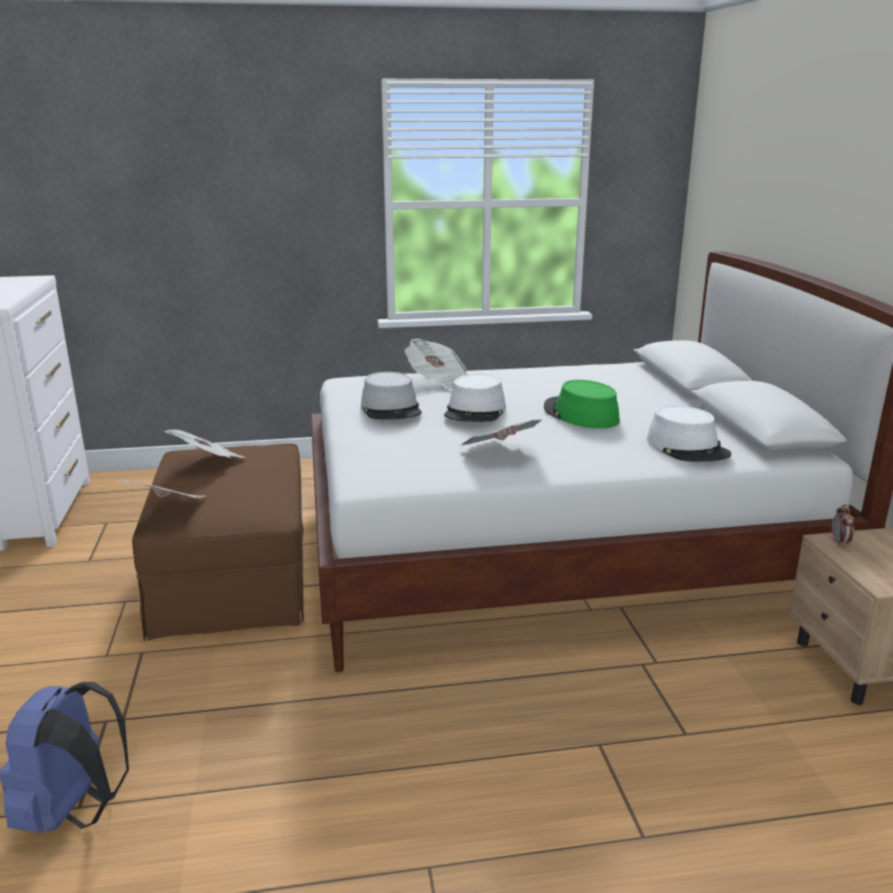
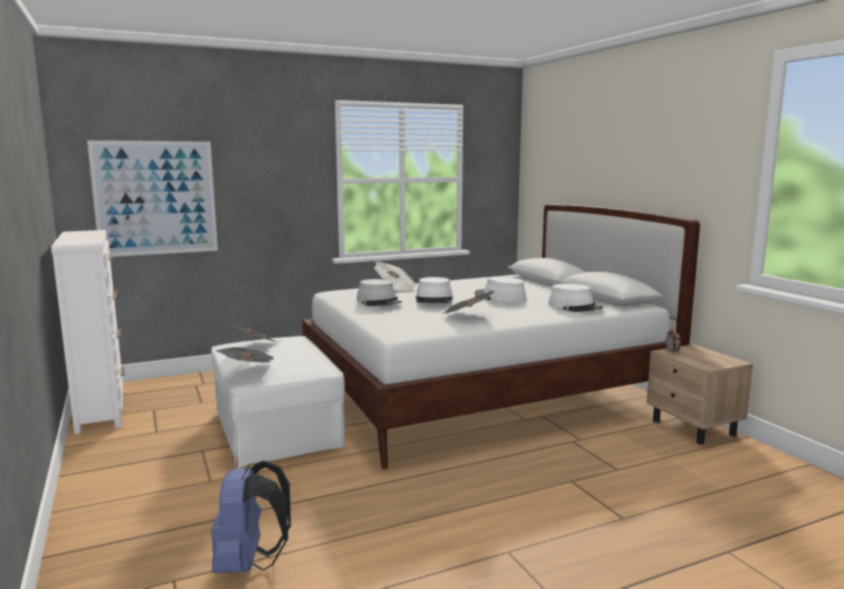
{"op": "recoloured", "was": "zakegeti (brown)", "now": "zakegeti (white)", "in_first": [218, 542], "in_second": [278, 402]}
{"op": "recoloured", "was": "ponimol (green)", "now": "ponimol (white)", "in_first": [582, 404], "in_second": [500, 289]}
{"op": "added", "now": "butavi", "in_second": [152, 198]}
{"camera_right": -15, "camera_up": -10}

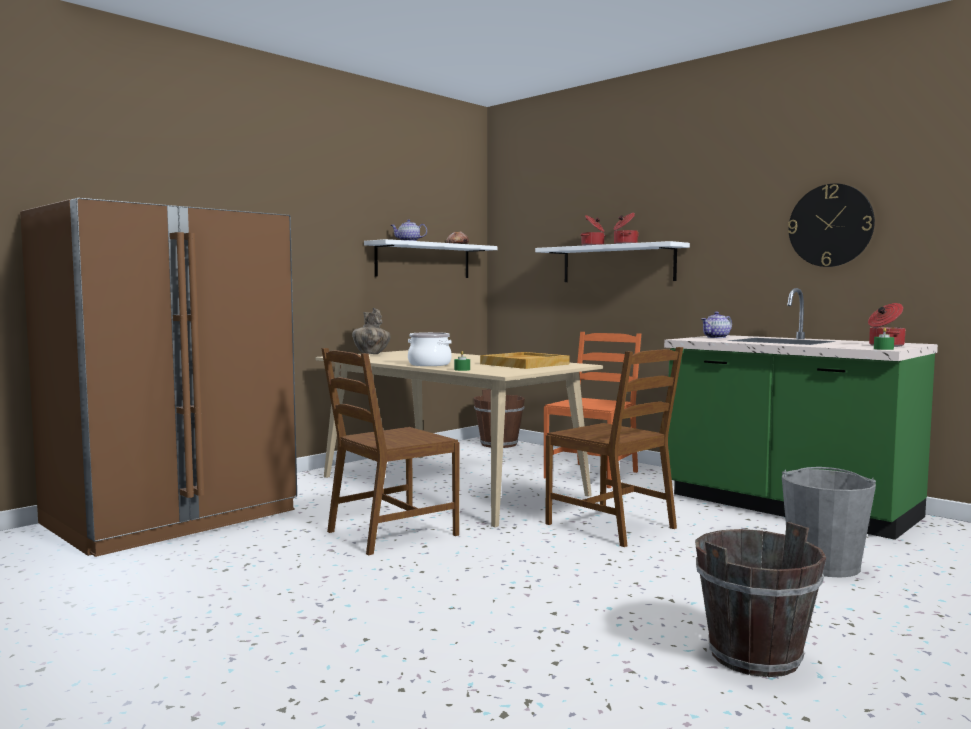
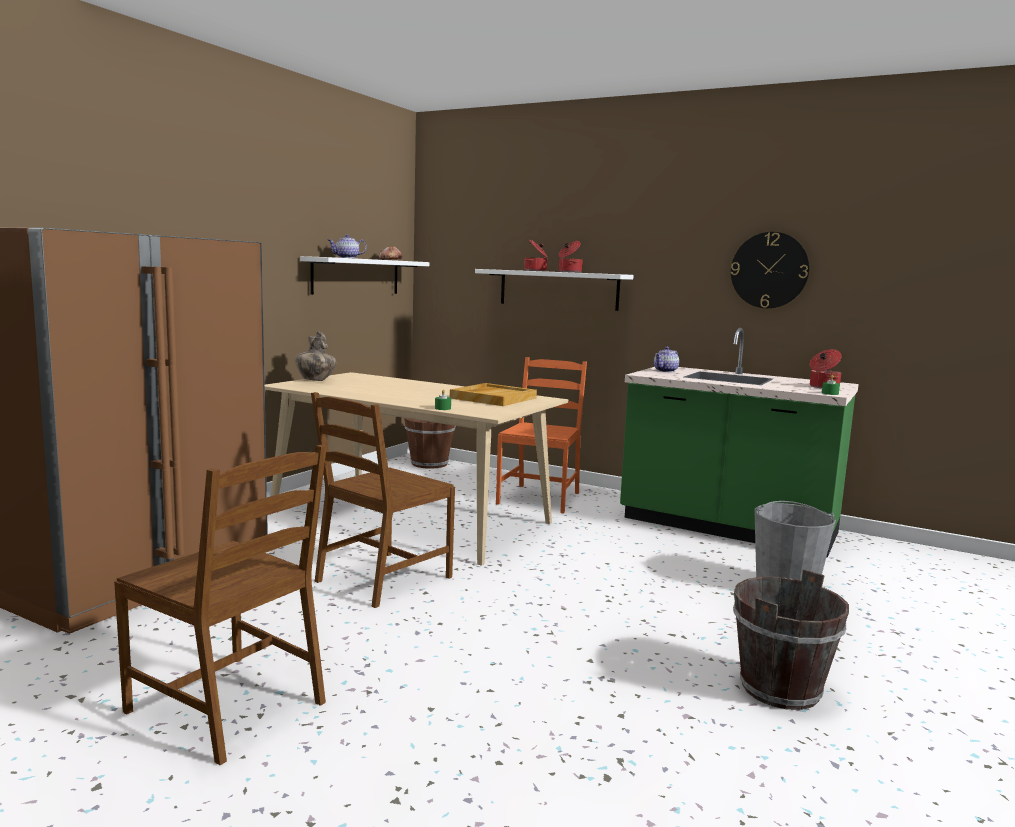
{"op": "removed", "was": "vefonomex", "in_first": [430, 349]}
{"op": "moved", "was": "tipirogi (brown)", "in_first": [614, 447], "in_second": [220, 605]}
{"camera_right": -15, "camera_up": 5}

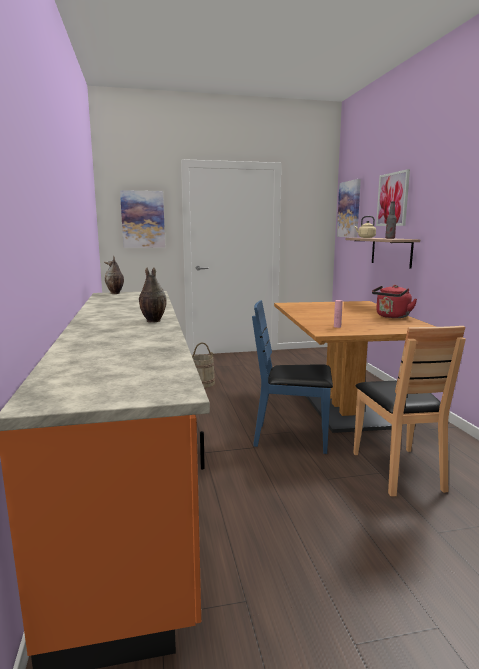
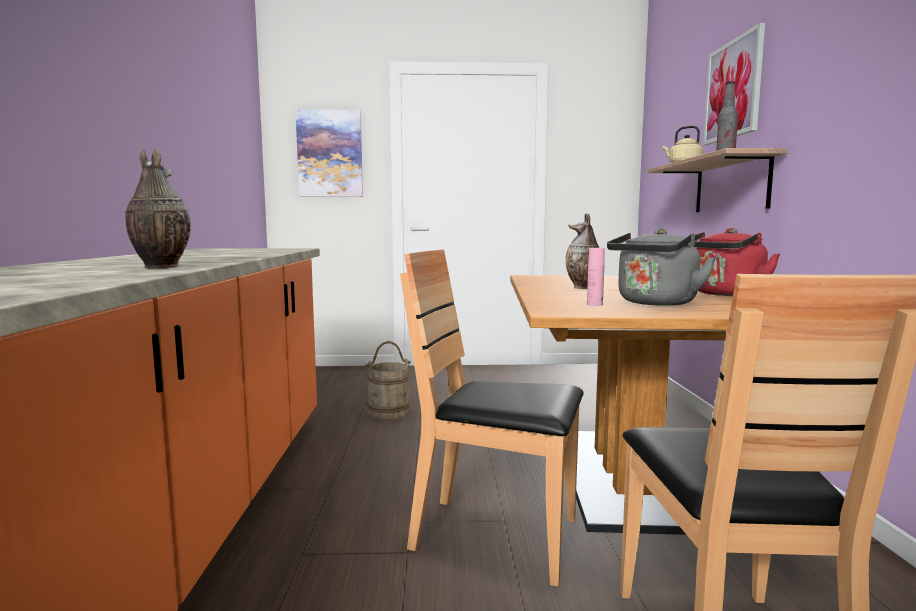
{"op": "moved", "was": "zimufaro", "in_first": [114, 275], "in_second": [582, 251]}
{"op": "recoloured", "was": "tipirogi (blue)", "now": "tipirogi (brown)", "in_first": [292, 377], "in_second": [492, 418]}
{"op": "removed", "was": "butavi", "in_first": [349, 208]}
{"op": "added", "now": "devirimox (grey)", "in_second": [661, 267]}
{"camera_right": 10, "camera_up": -5}

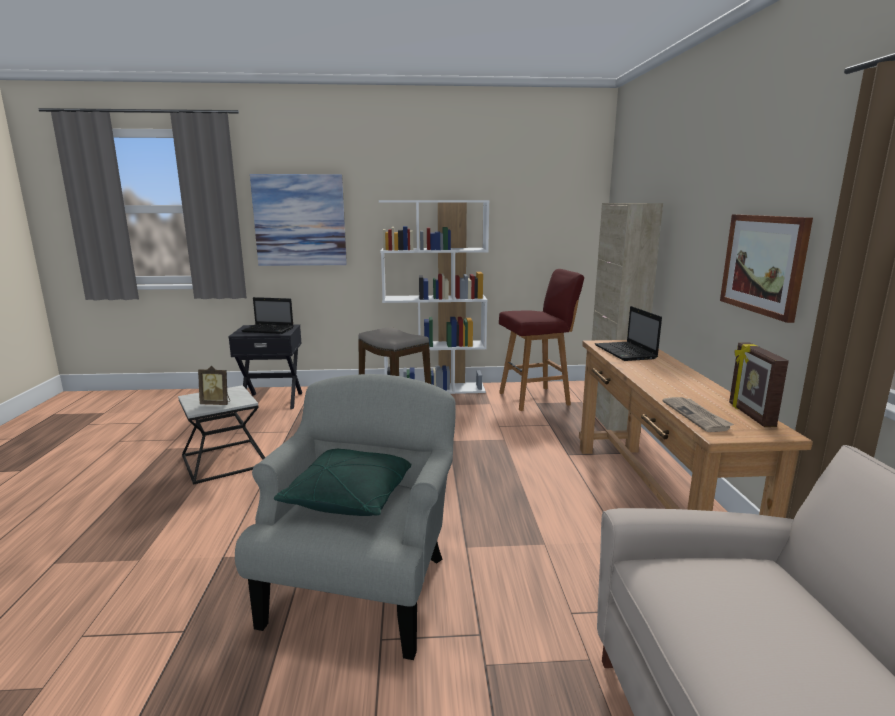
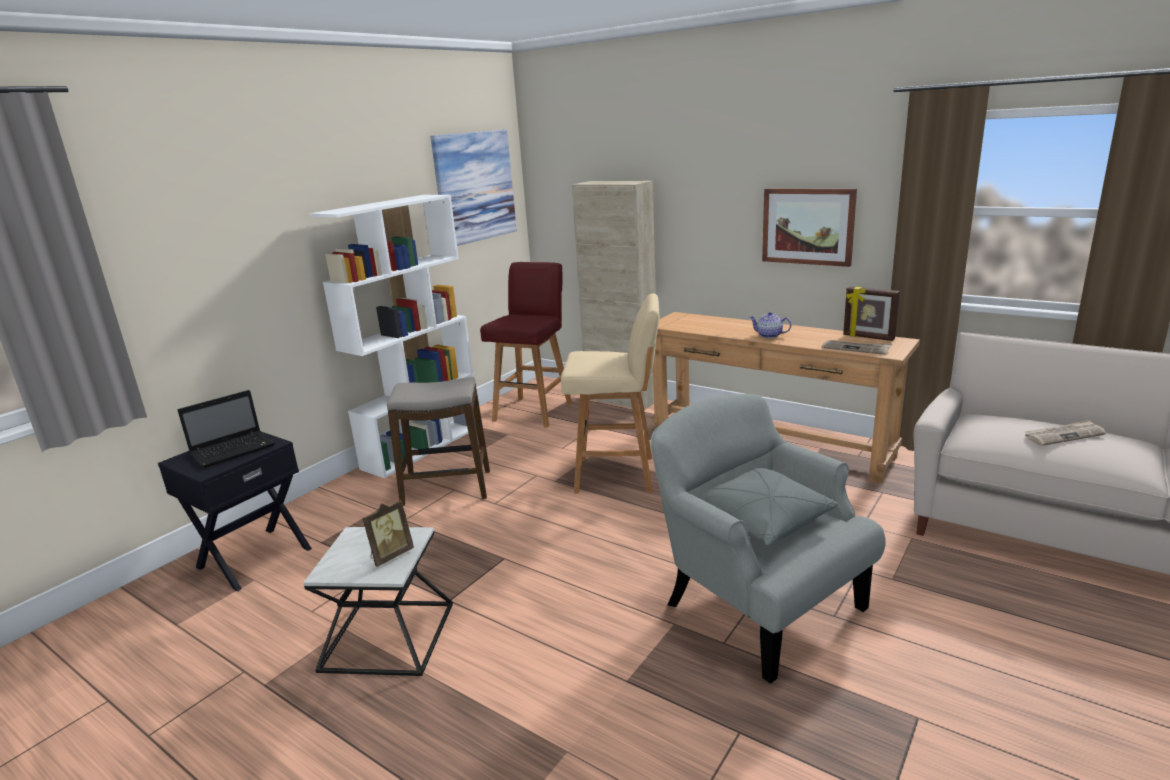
{"op": "moved", "was": "butavi", "in_first": [298, 220], "in_second": [474, 188]}
{"op": "recoloured", "was": "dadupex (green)", "now": "dadupex (grey)", "in_first": [342, 482], "in_second": [769, 507]}
{"op": "removed", "was": "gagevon", "in_first": [628, 333]}
{"op": "added", "now": "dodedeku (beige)", "in_second": [610, 393]}
{"op": "added", "now": "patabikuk", "in_second": [770, 325]}
{"op": "added", "now": "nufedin", "in_second": [1065, 432]}
{"camera_right": -50, "camera_up": 5}

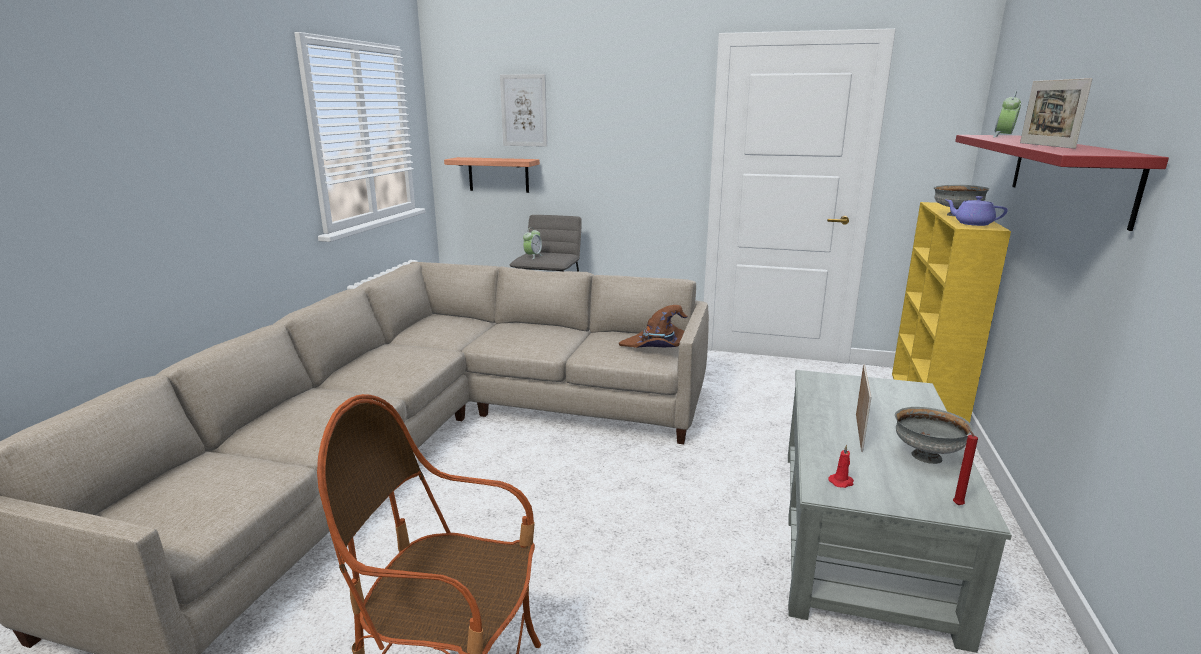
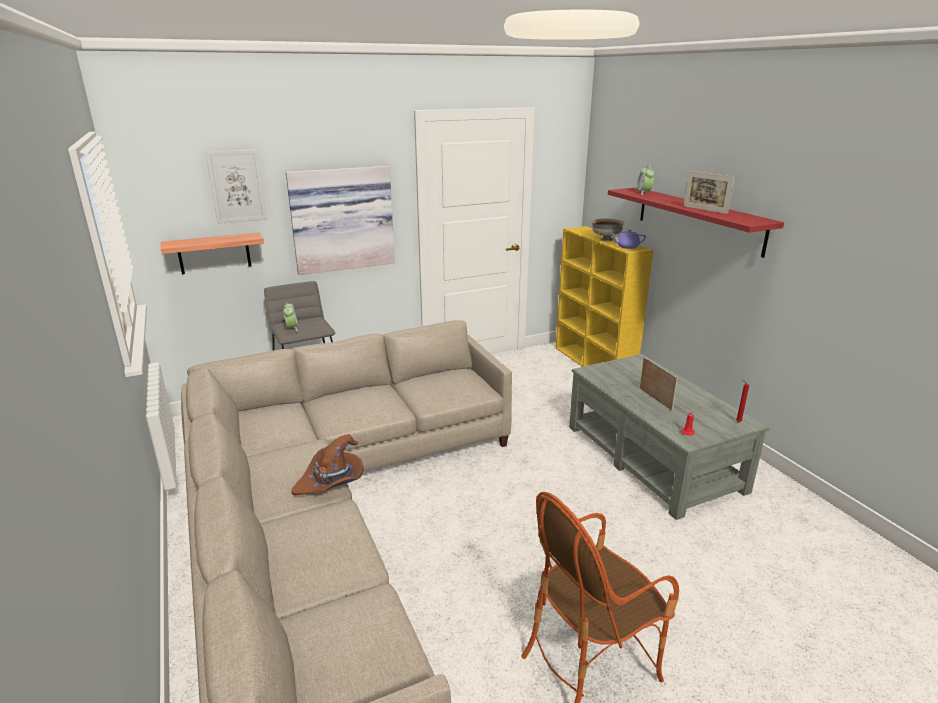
{"op": "moved", "was": "ponimol (brown)", "in_first": [653, 326], "in_second": [327, 464]}
{"op": "removed", "was": "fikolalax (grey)", "in_first": [934, 435]}
{"op": "added", "now": "butavi", "in_second": [340, 220]}
{"camera_right": -40, "camera_up": 5}

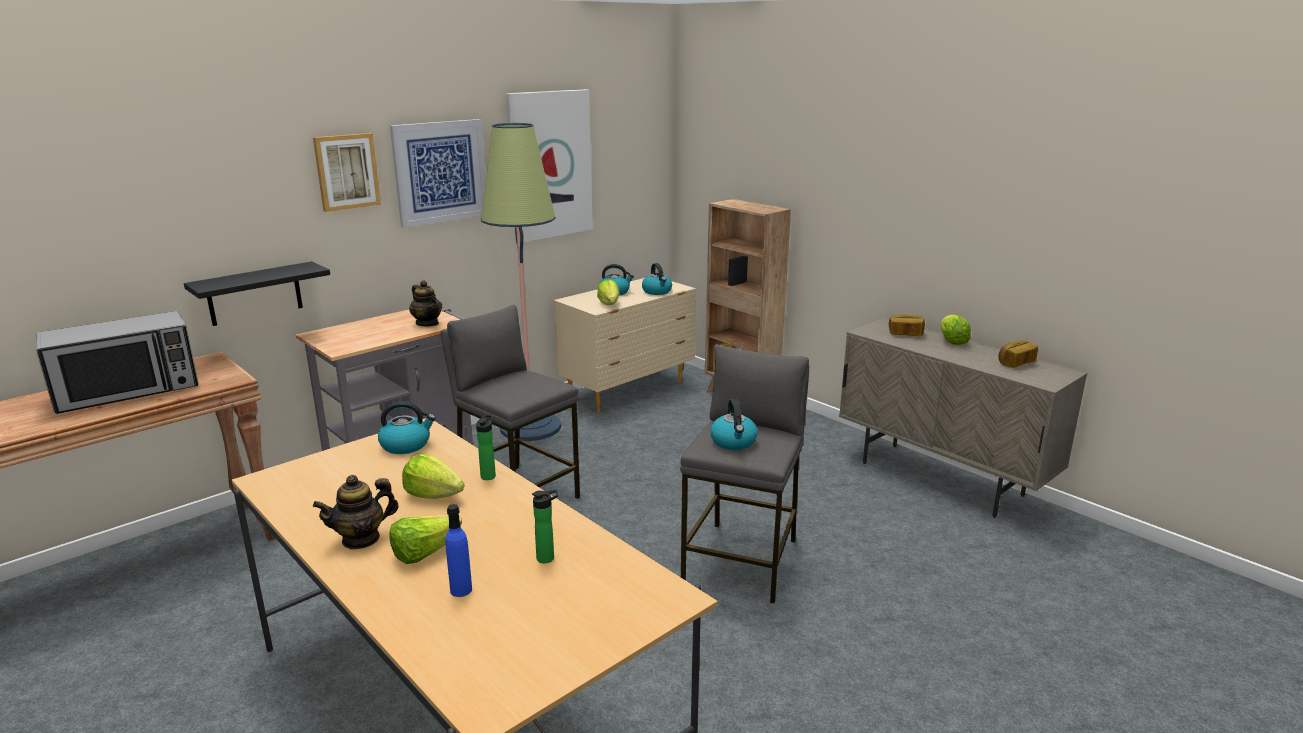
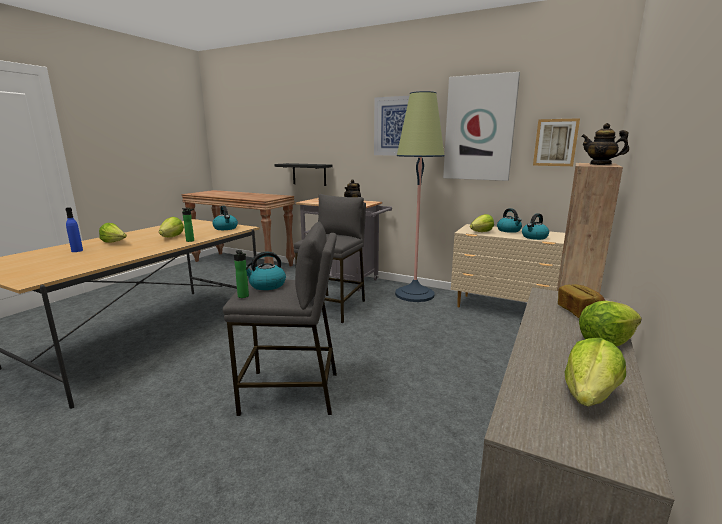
{"op": "removed", "was": "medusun", "in_first": [117, 362]}
{"op": "moved", "was": "butavi", "in_first": [347, 172], "in_second": [556, 142]}
{"op": "moved", "was": "patabikuk", "in_first": [356, 512], "in_second": [605, 144]}
{"op": "moved", "was": "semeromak", "in_first": [545, 526], "in_second": [241, 274]}
{"op": "replaced", "was": "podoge", "now": "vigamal", "in_first": [1018, 354], "in_second": [595, 372]}
{"camera_right": 70, "camera_up": -5}

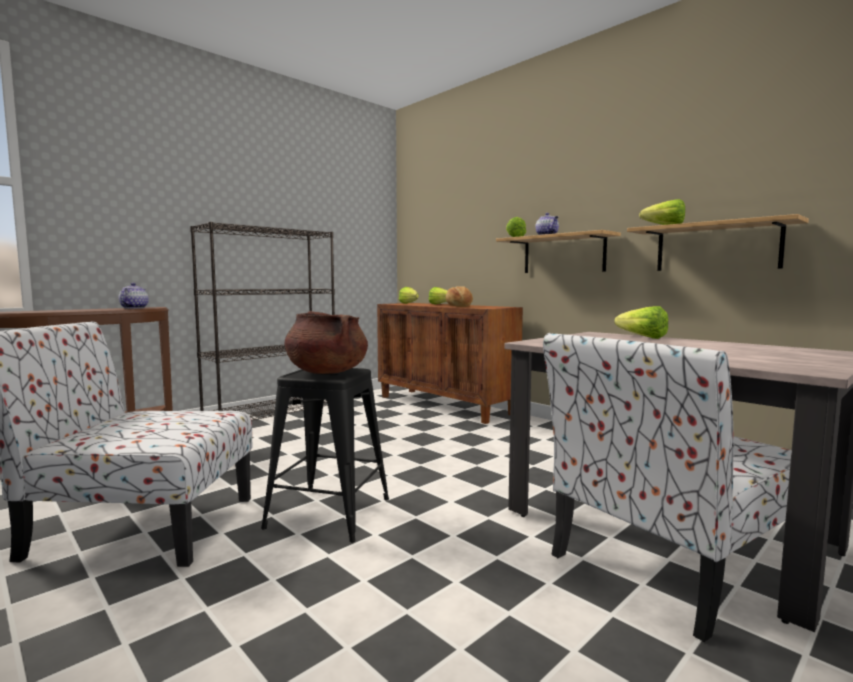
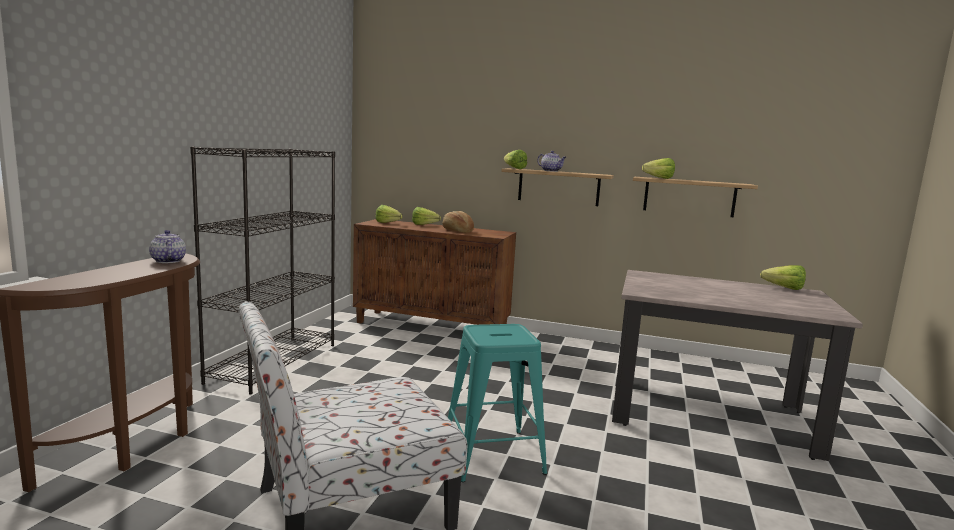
{"op": "recoloured", "was": "dodedeku (black)", "now": "dodedeku (turquoise)", "in_first": [325, 455], "in_second": [497, 403]}
{"op": "removed", "was": "vefonomex (brown)", "in_first": [326, 342]}
{"op": "removed", "was": "tipirogi", "in_first": [667, 487]}
{"op": "moved", "was": "vigamal", "in_first": [641, 322], "in_second": [783, 277]}
{"camera_right": -30, "camera_up": 5}

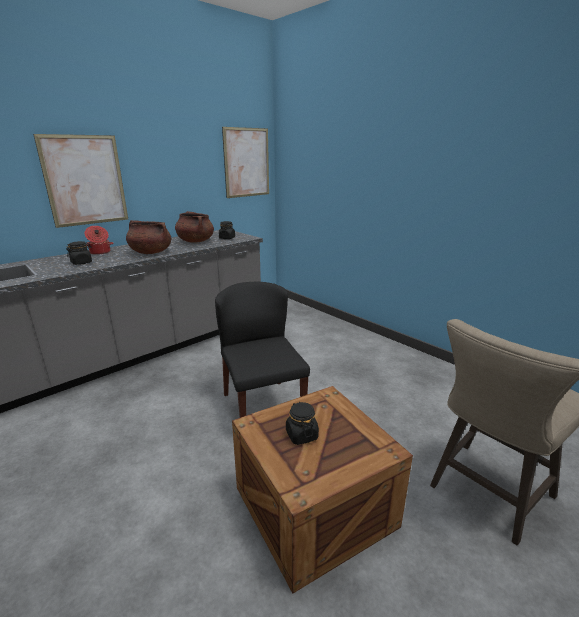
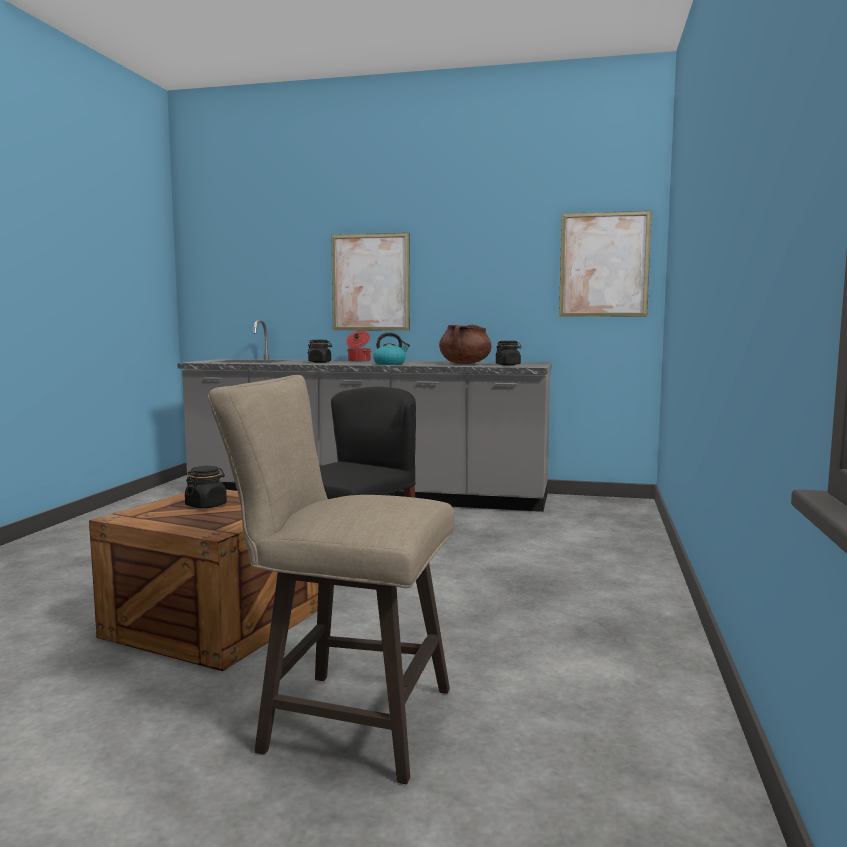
{"op": "replaced", "was": "vefonomex (brown)", "now": "devirimox", "in_first": [148, 237], "in_second": [391, 348]}
{"camera_right": 55, "camera_up": -15}

